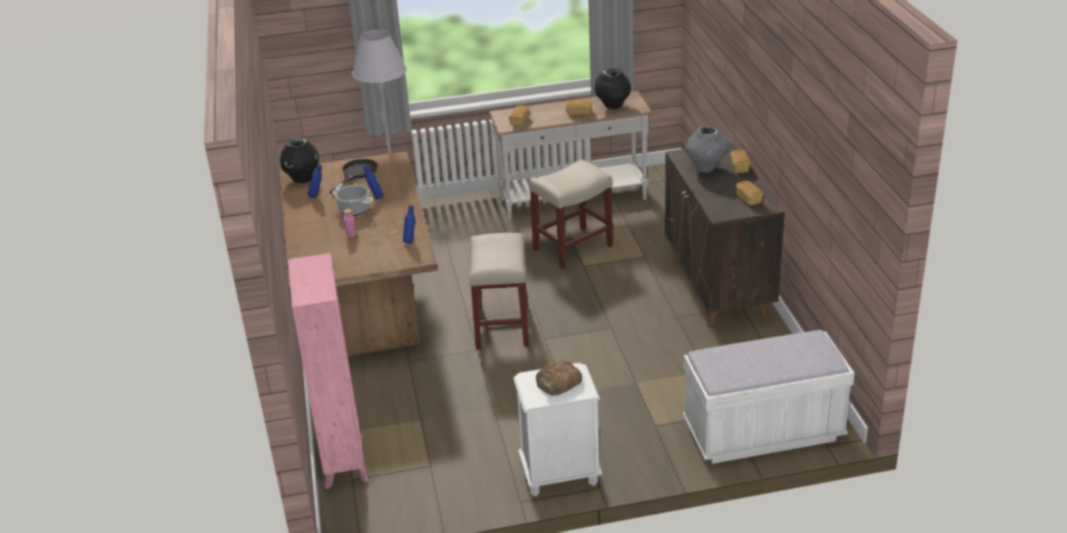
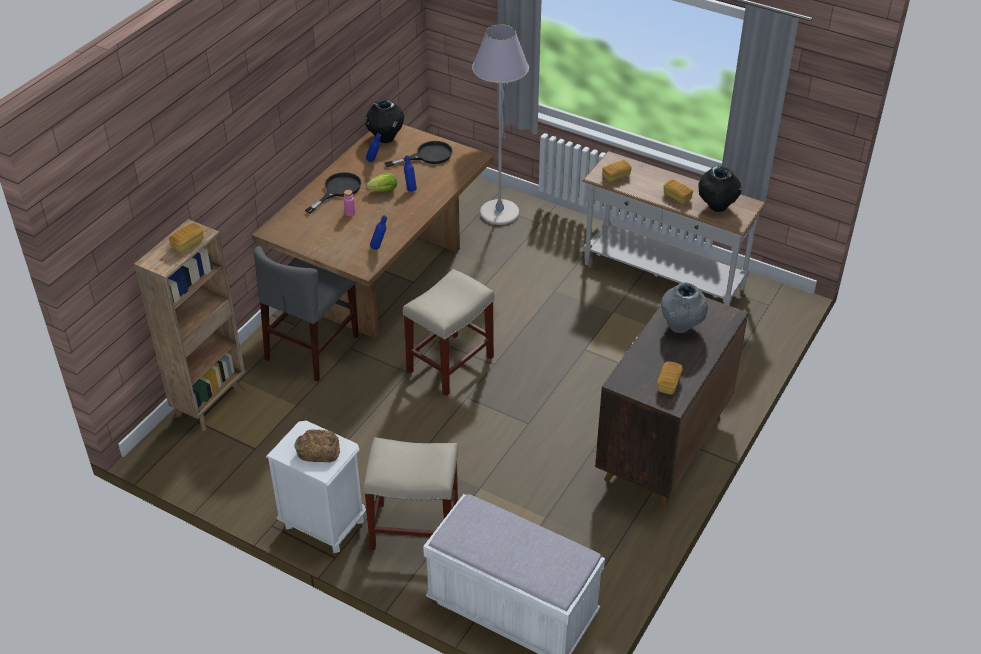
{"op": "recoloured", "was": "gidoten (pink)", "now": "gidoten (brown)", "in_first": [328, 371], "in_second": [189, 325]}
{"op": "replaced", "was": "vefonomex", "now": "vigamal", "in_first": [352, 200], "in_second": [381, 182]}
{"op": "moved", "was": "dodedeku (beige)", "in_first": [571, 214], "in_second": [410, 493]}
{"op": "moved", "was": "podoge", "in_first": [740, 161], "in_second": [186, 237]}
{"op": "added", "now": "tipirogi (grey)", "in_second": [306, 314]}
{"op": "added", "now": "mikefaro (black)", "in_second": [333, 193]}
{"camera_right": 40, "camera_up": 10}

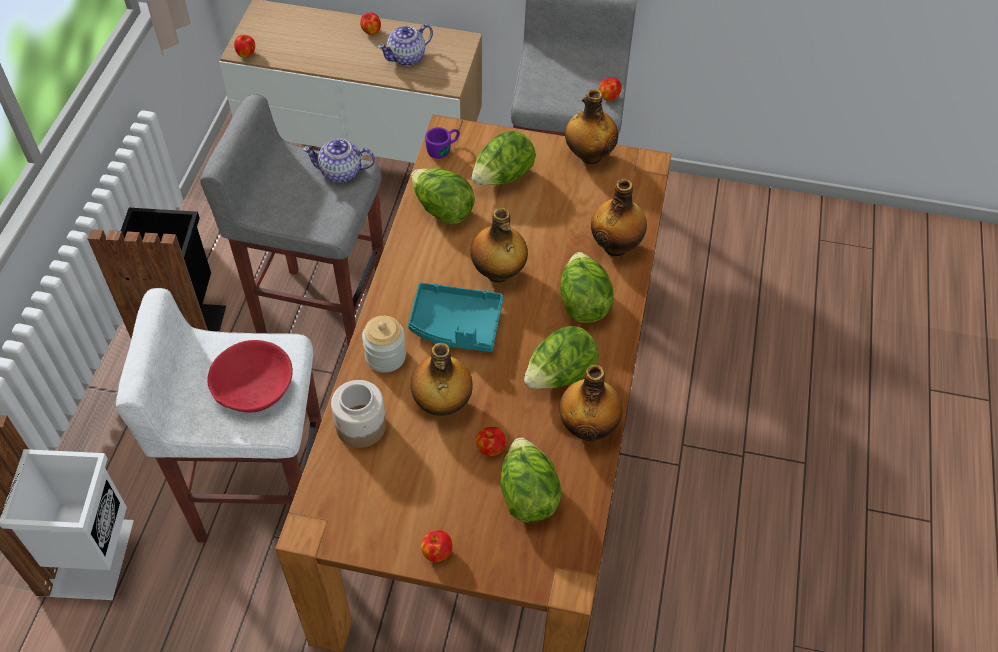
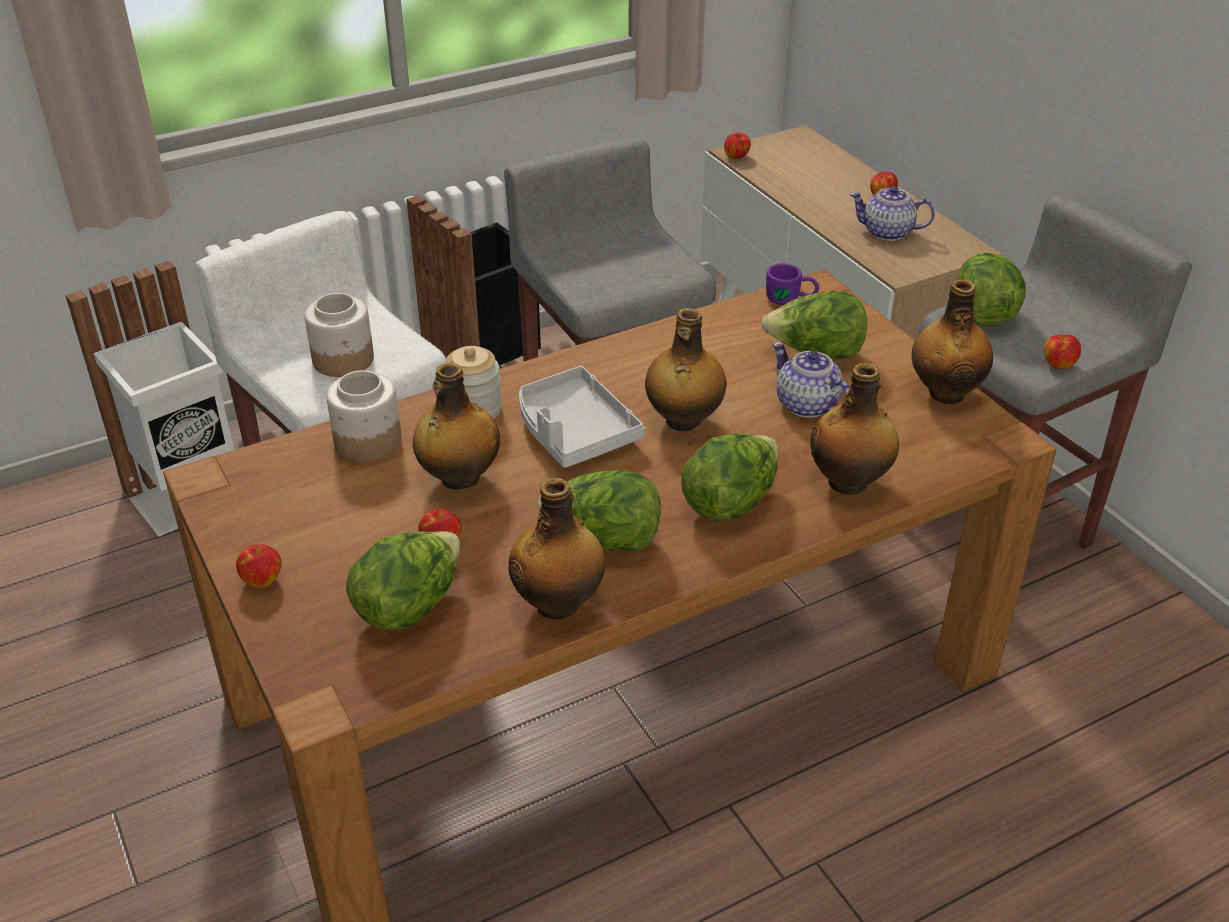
{"op": "replaced", "was": "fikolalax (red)", "now": "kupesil", "in_first": [250, 376], "in_second": [339, 335]}
{"op": "moved", "was": "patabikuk", "in_first": [338, 160], "in_second": [811, 380]}
{"op": "recoloured", "was": "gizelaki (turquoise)", "now": "gizelaki (grey)", "in_first": [455, 317], "in_second": [582, 417]}
{"op": "moved", "was": "vigamal", "in_first": [443, 196], "in_second": [992, 290]}
{"camera_right": 50, "camera_up": -15}

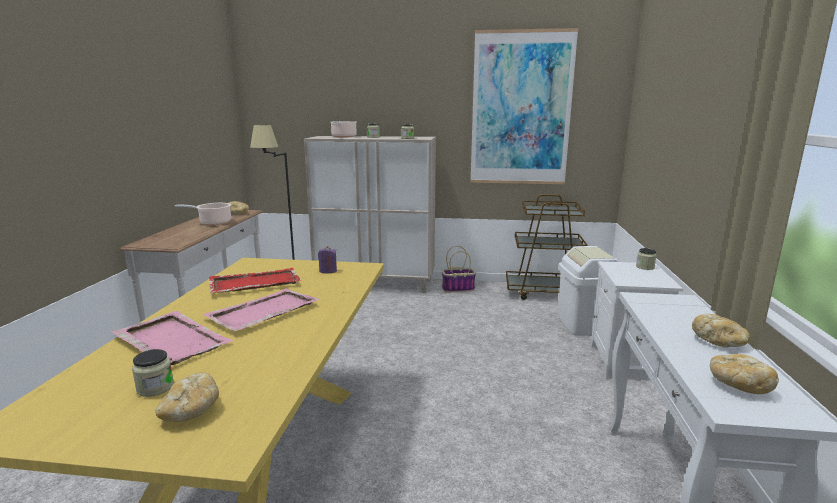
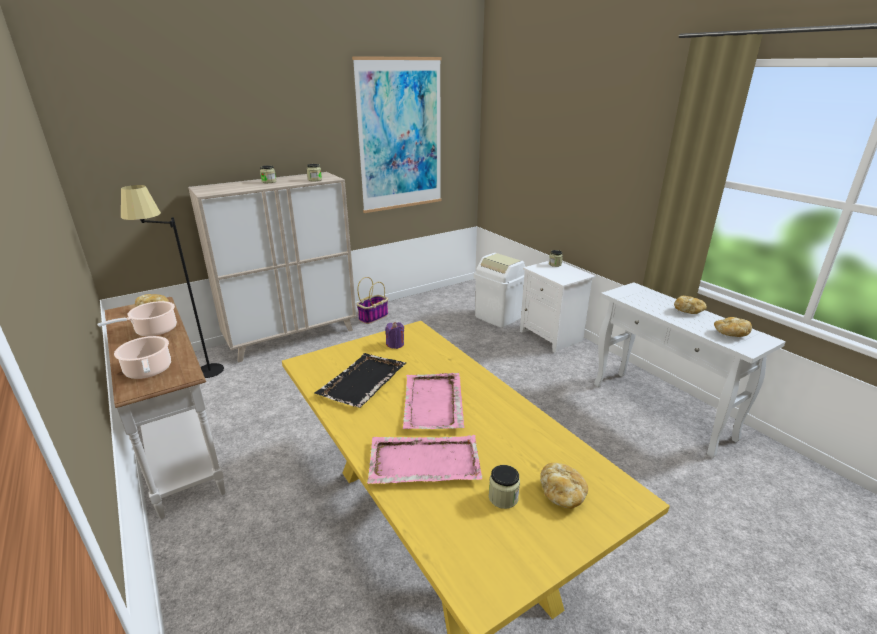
{"op": "recoloured", "was": "gizelaki (red)", "now": "gizelaki (black)", "in_first": [255, 280], "in_second": [360, 380]}
{"op": "moved", "was": "vefonomex", "in_first": [344, 129], "in_second": [142, 357]}
{"op": "removed", "was": "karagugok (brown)", "in_first": [547, 247]}
{"camera_right": -40, "camera_up": 10}

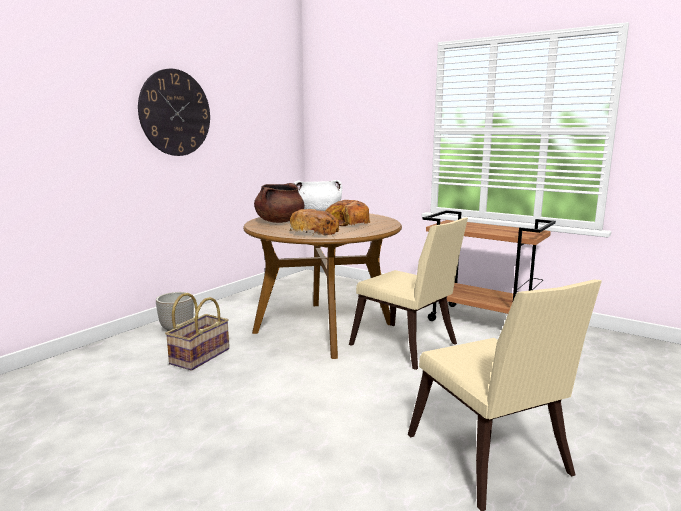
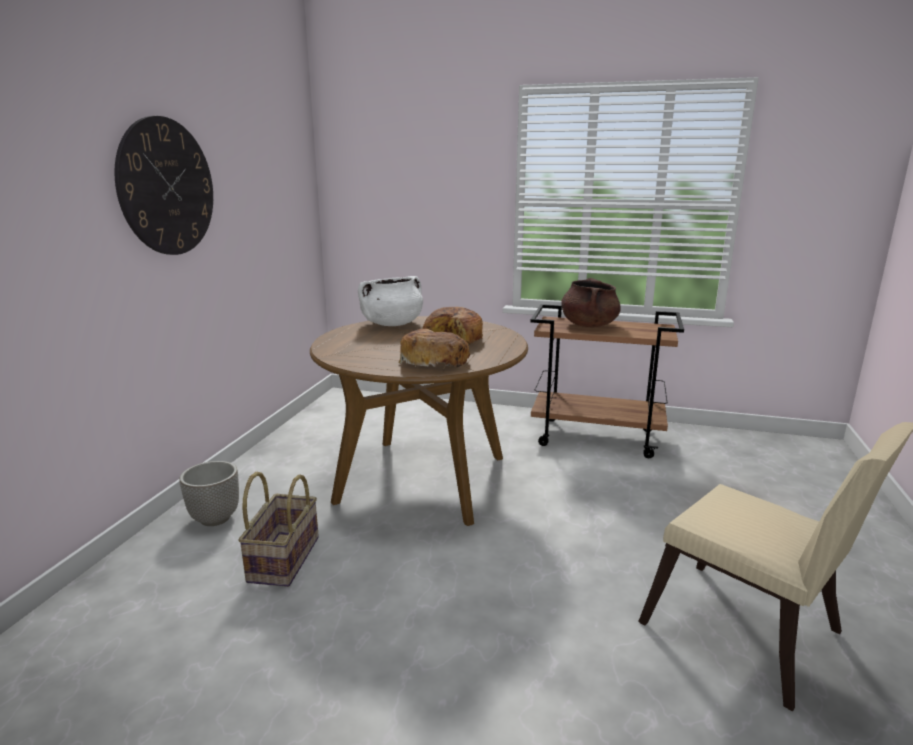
{"op": "moved", "was": "vefonomex (brown)", "in_first": [279, 203], "in_second": [591, 302]}
{"op": "removed", "was": "tipirogi (beige)", "in_first": [408, 294]}
{"camera_right": -20, "camera_up": 5}

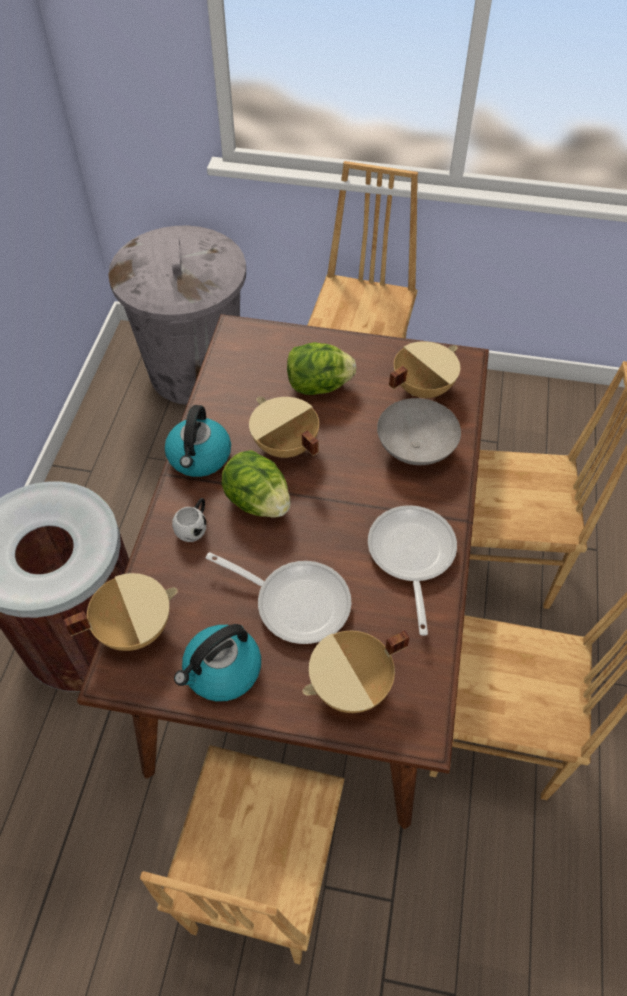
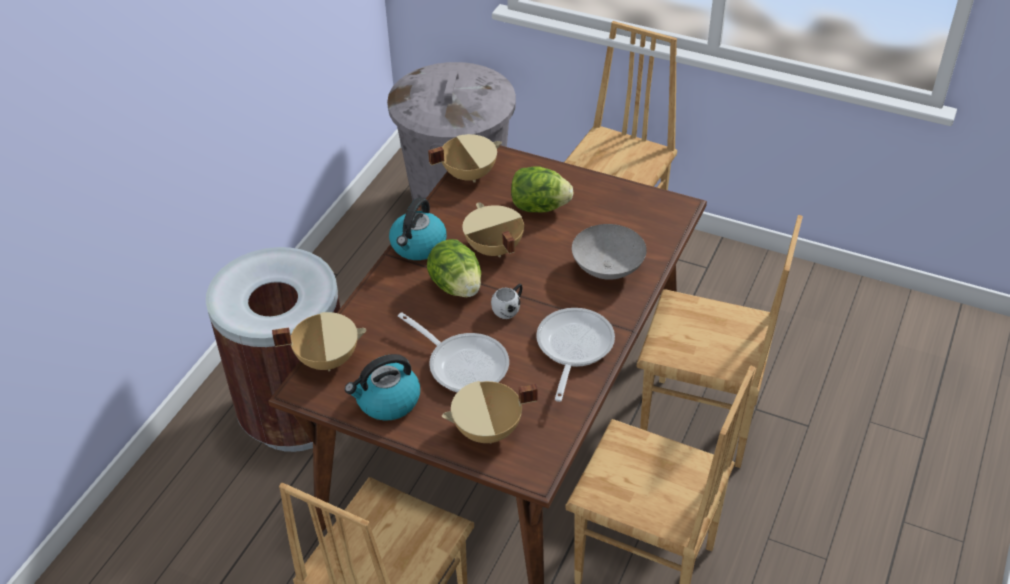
{"op": "moved", "was": "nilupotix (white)", "in_first": [189, 520], "in_second": [507, 301]}
{"op": "moved", "was": "vefonomex (beige)", "in_first": [424, 369], "in_second": [465, 158]}
{"camera_right": 15, "camera_up": -10}

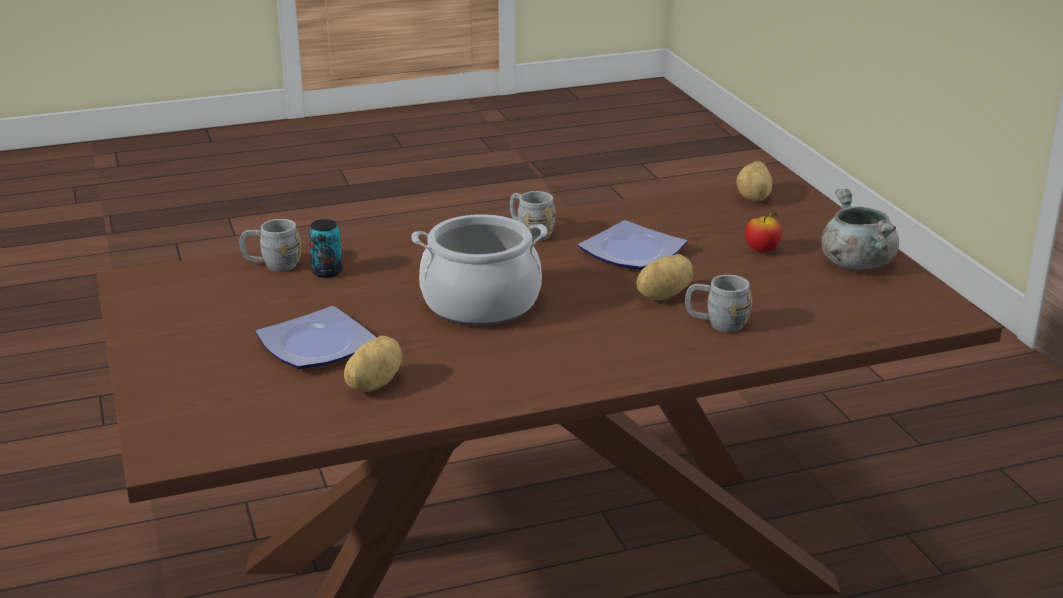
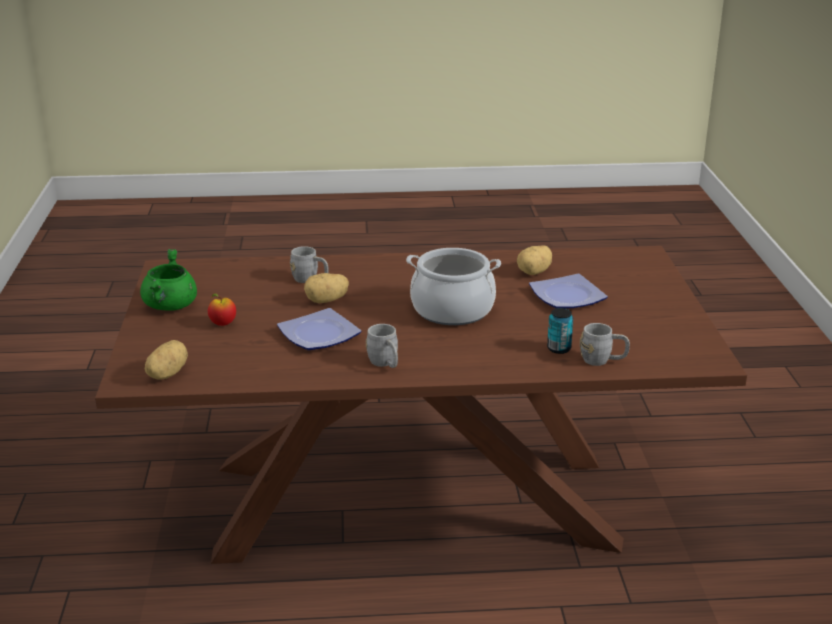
{"op": "recoloured", "was": "vefonomex (grey)", "now": "vefonomex (green)", "in_first": [860, 229], "in_second": [168, 280]}
{"camera_right": -165, "camera_up": 0}

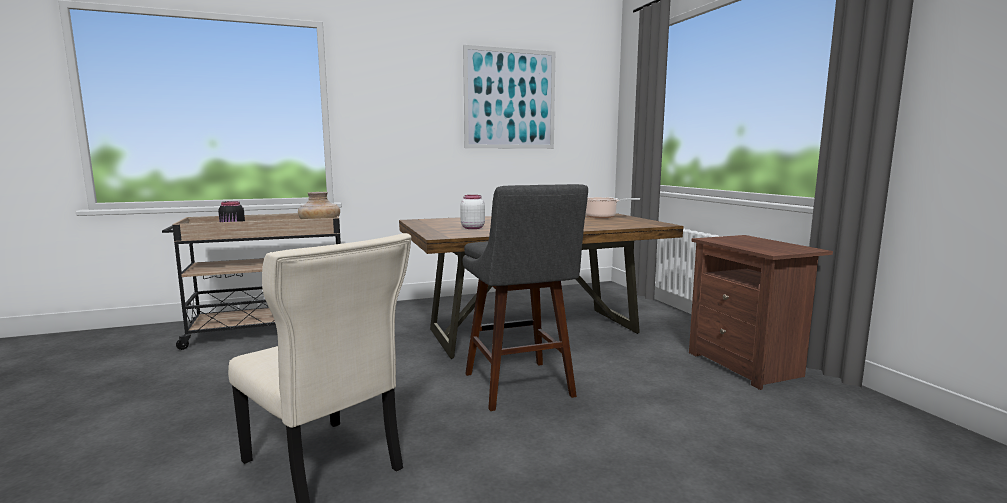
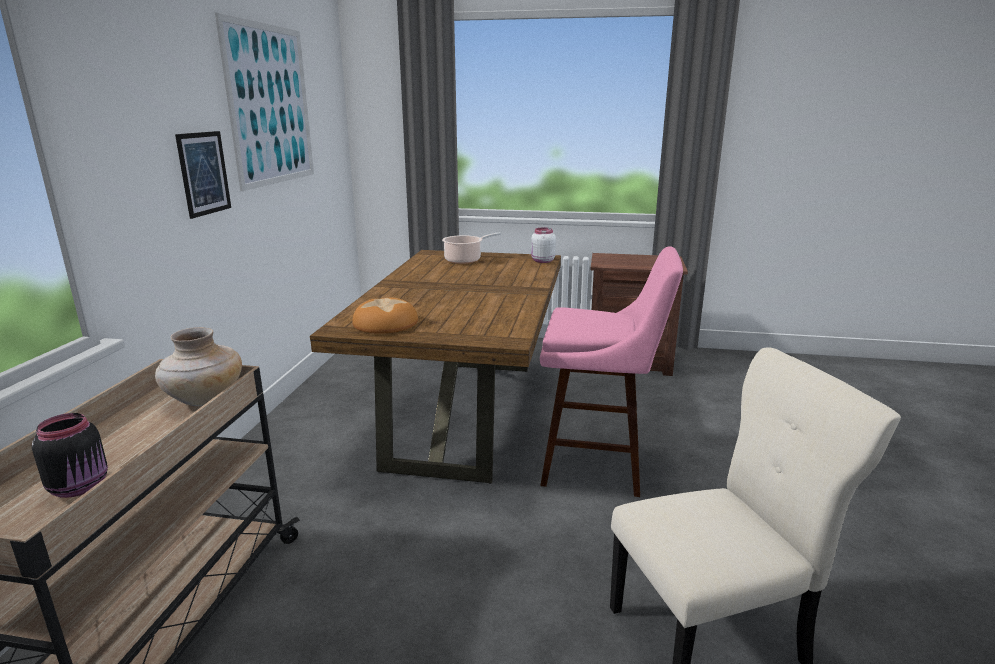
{"op": "moved", "was": "kupesil (white)", "in_first": [472, 212], "in_second": [543, 245]}
{"op": "recoloured", "was": "dodedeku (grey)", "now": "dodedeku (pink)", "in_first": [525, 297], "in_second": [611, 371]}
{"op": "added", "now": "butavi", "in_second": [203, 175]}
{"op": "added", "now": "podoge", "in_second": [385, 315]}
{"camera_right": -60, "camera_up": 10}

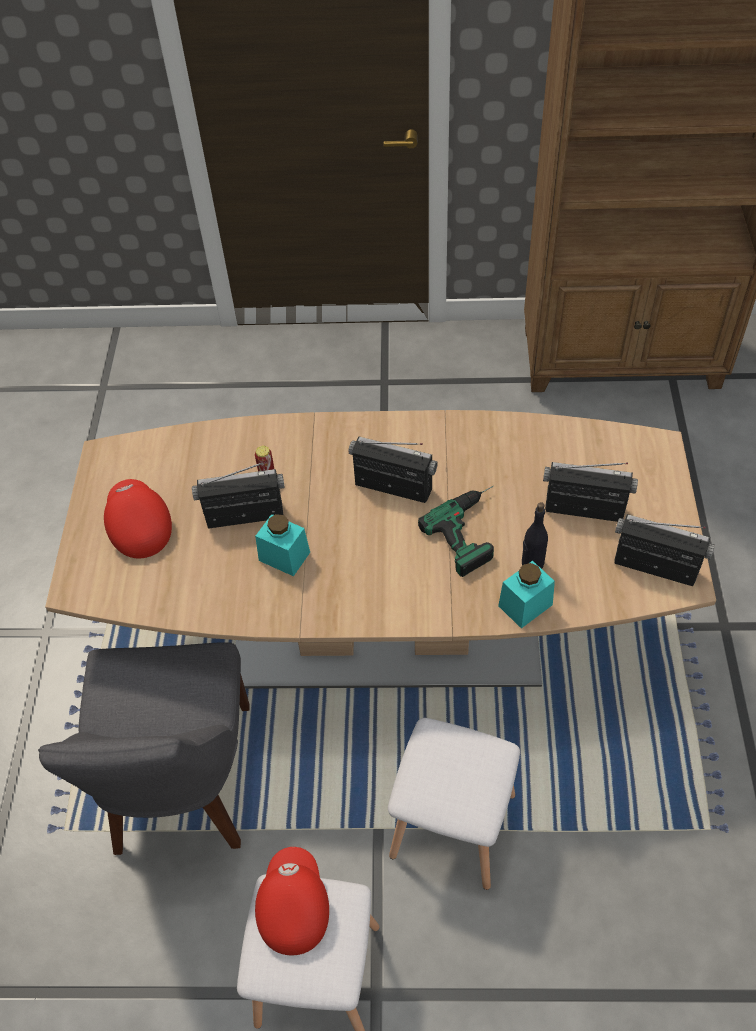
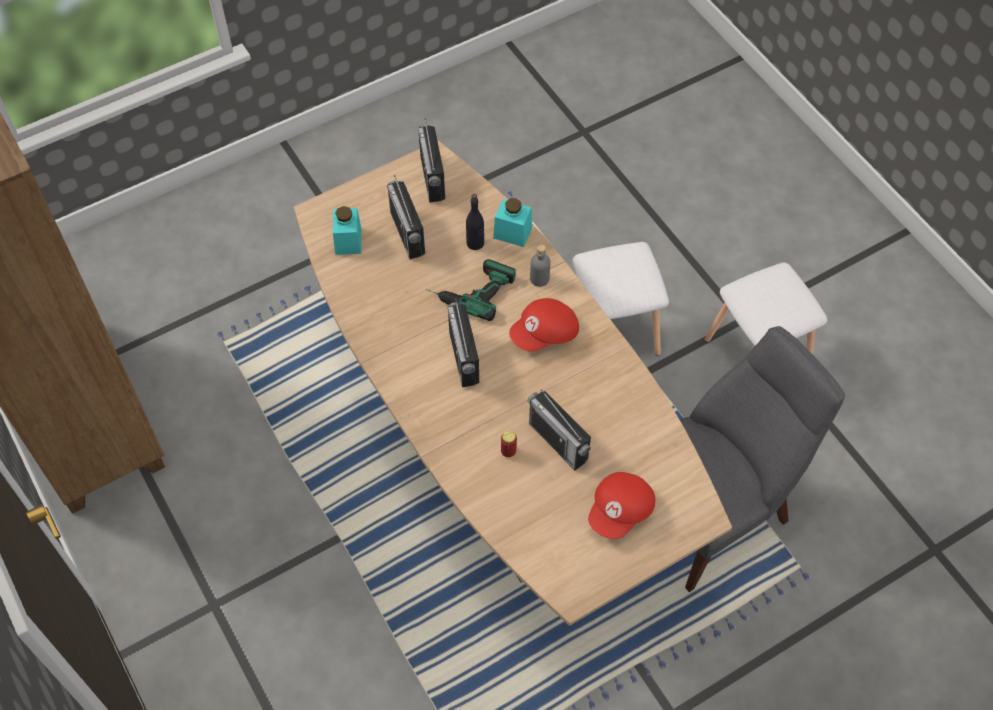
{"op": "moved", "was": "kupesil (turquoise)", "in_first": [282, 545], "in_second": [347, 230]}
{"op": "moved", "was": "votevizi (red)", "in_first": [292, 901], "in_second": [544, 325]}
{"op": "added", "now": "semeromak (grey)", "in_second": [540, 266]}
{"camera_right": -125, "camera_up": 5}

